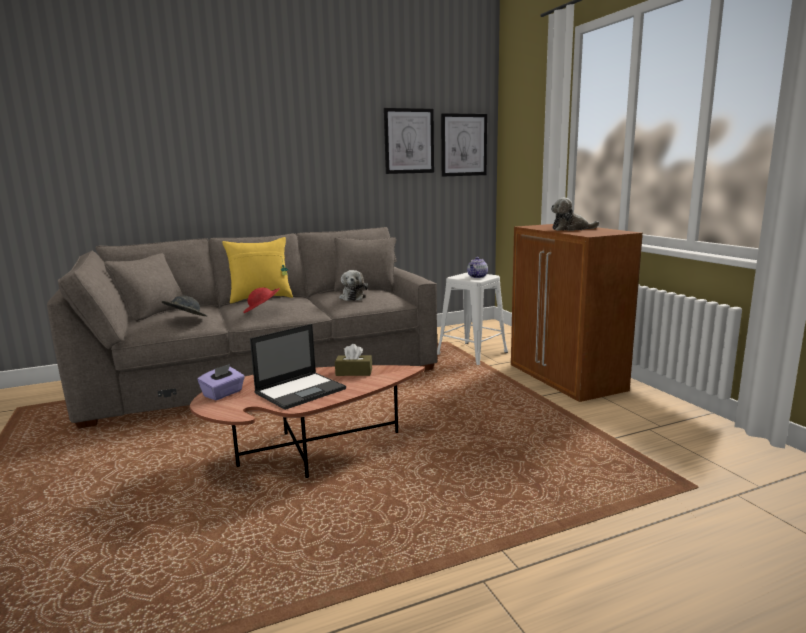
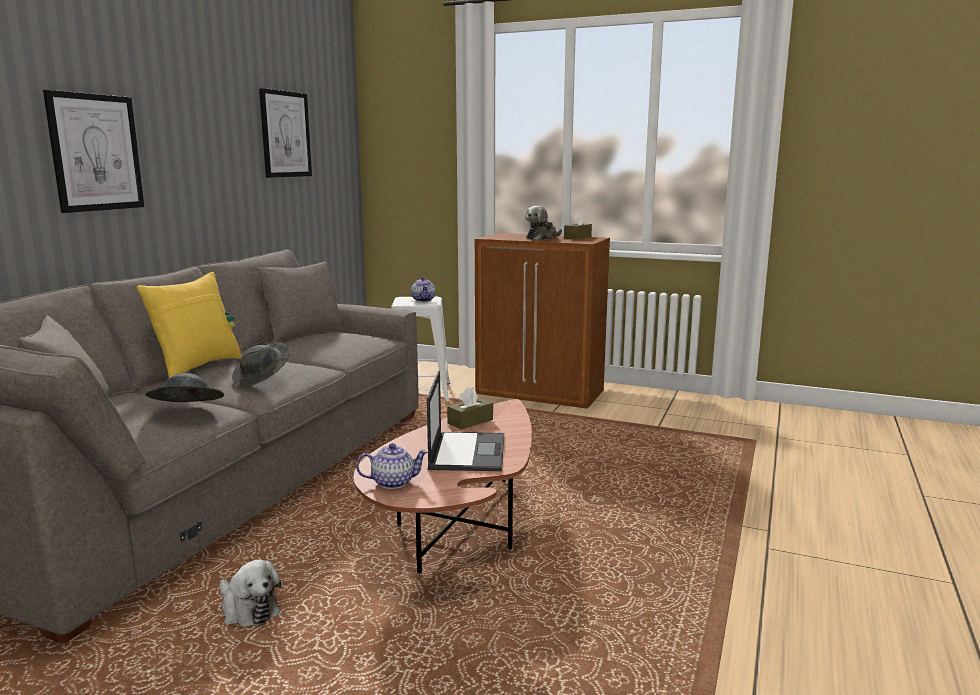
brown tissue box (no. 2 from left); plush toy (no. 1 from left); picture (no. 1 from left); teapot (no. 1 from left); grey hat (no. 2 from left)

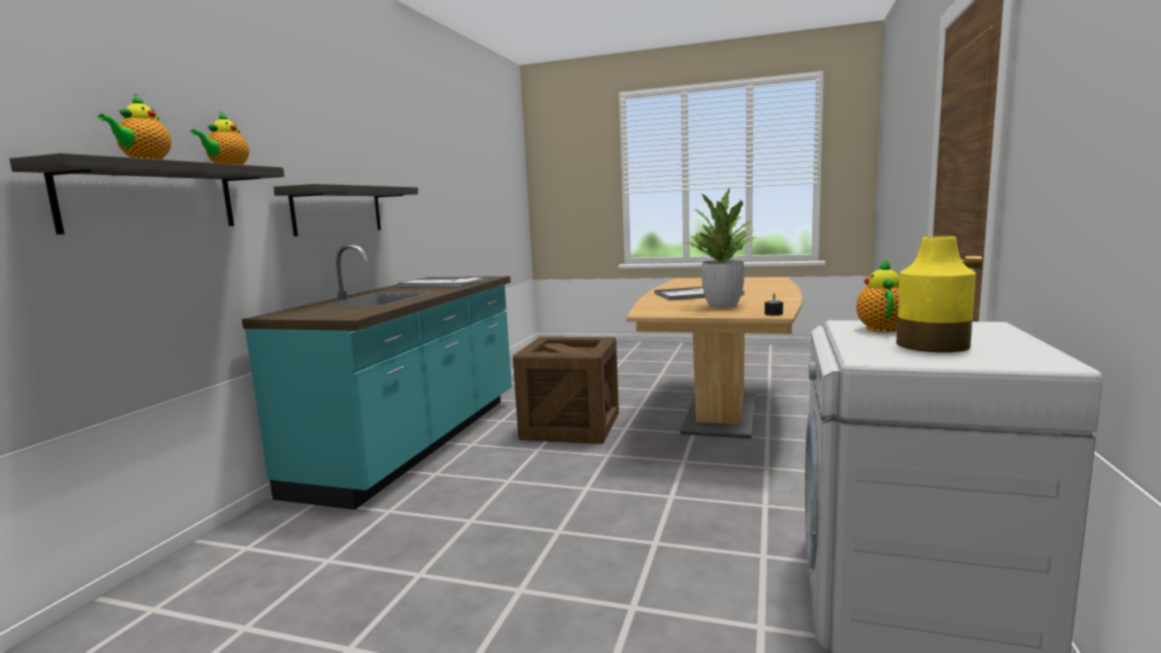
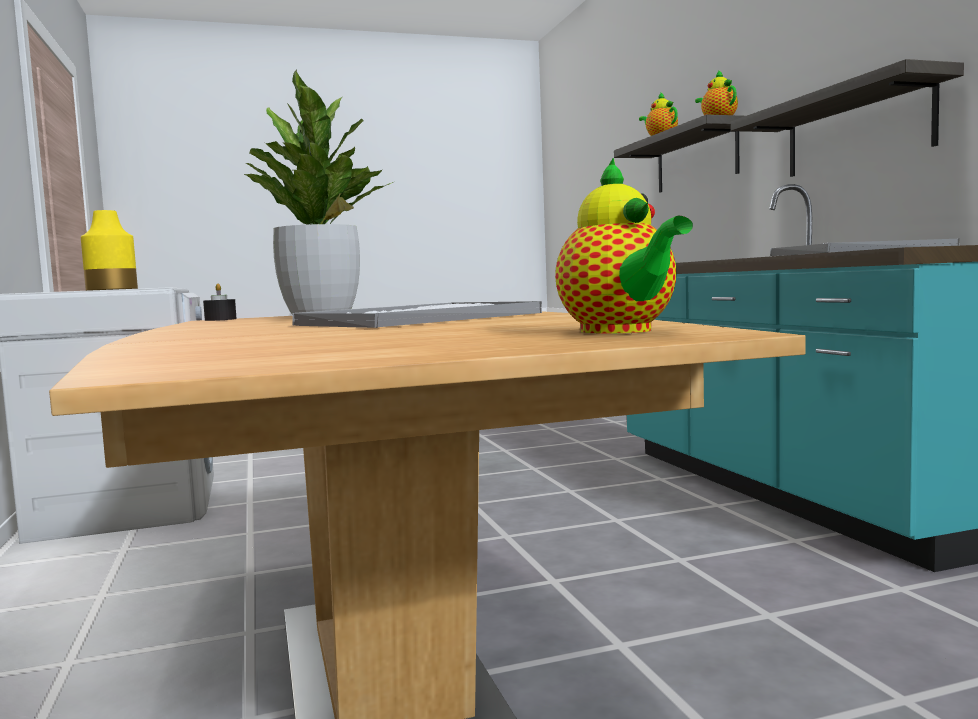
crate; teapot (no. 1 from left)

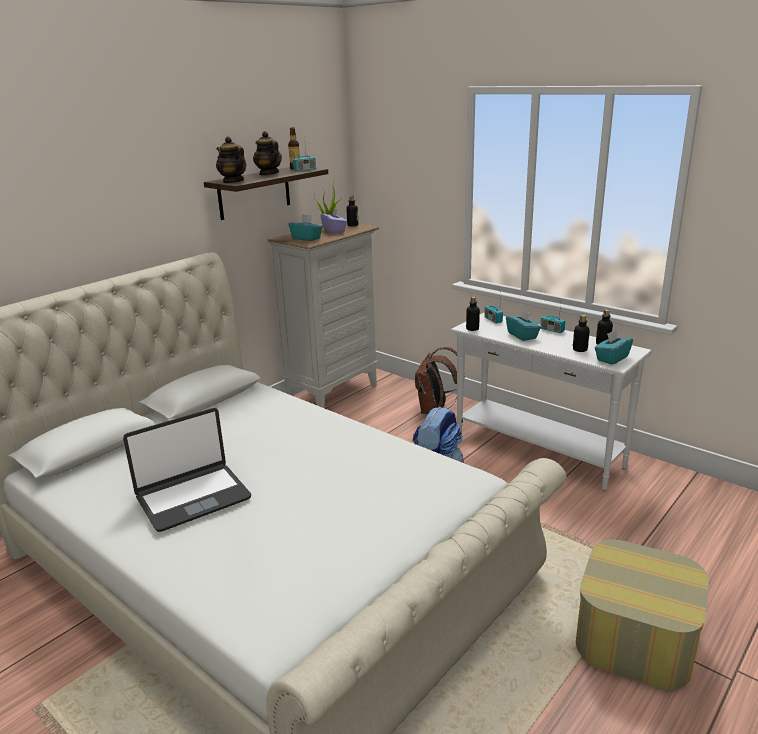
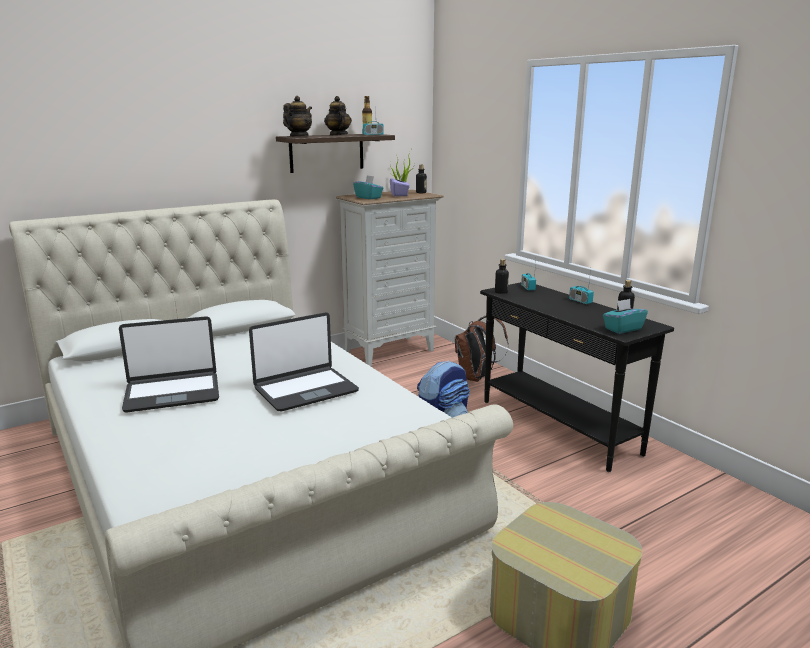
turquoise tissue box (no. 2 from left in the first image); bottle (no. 4 from left in the first image); laptop (no. 2 from left); black console table; teapot (no. 1 from left)

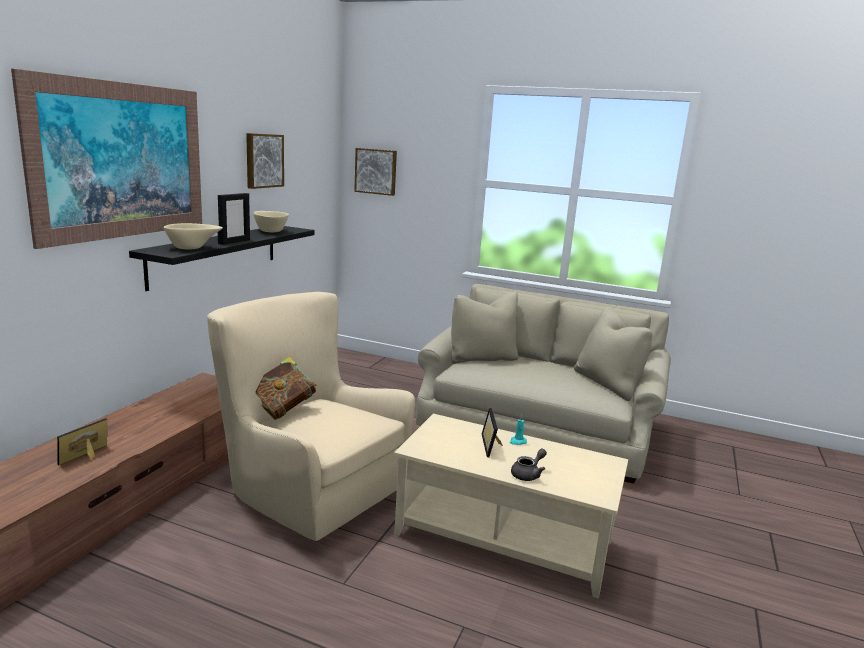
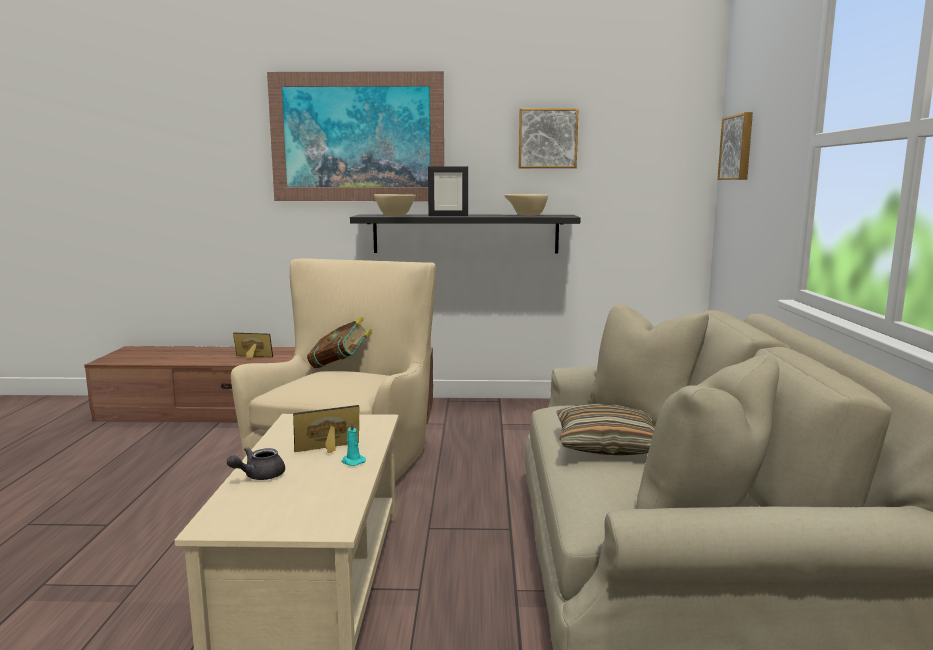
pillow; grey teapot

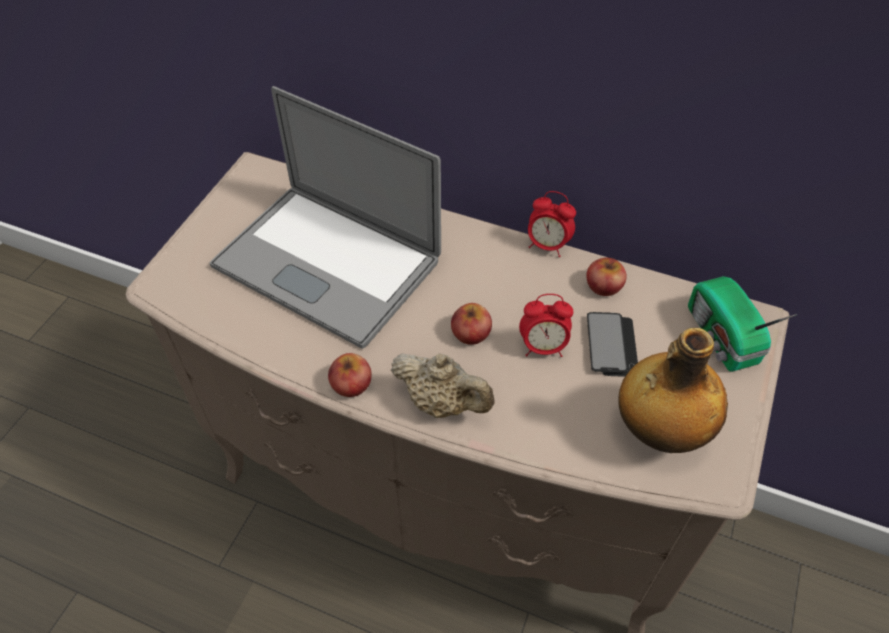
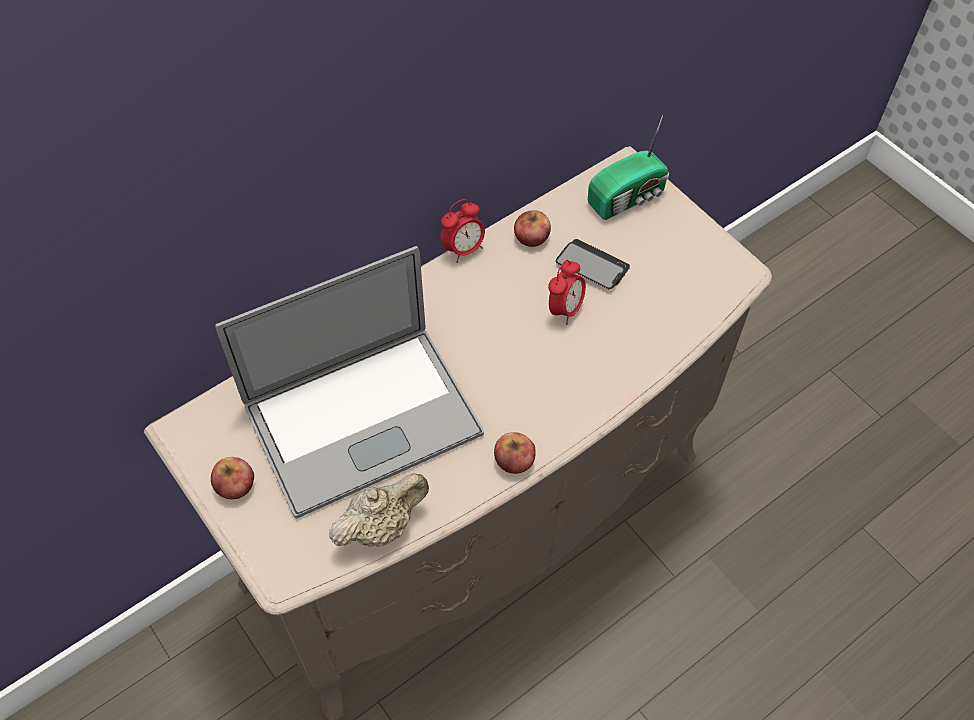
bottle; beige teapot; apple (no. 1 from left); radio

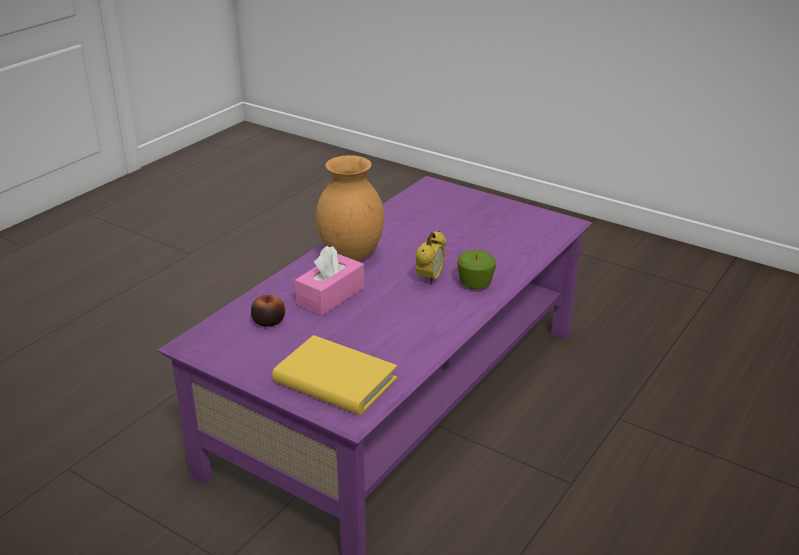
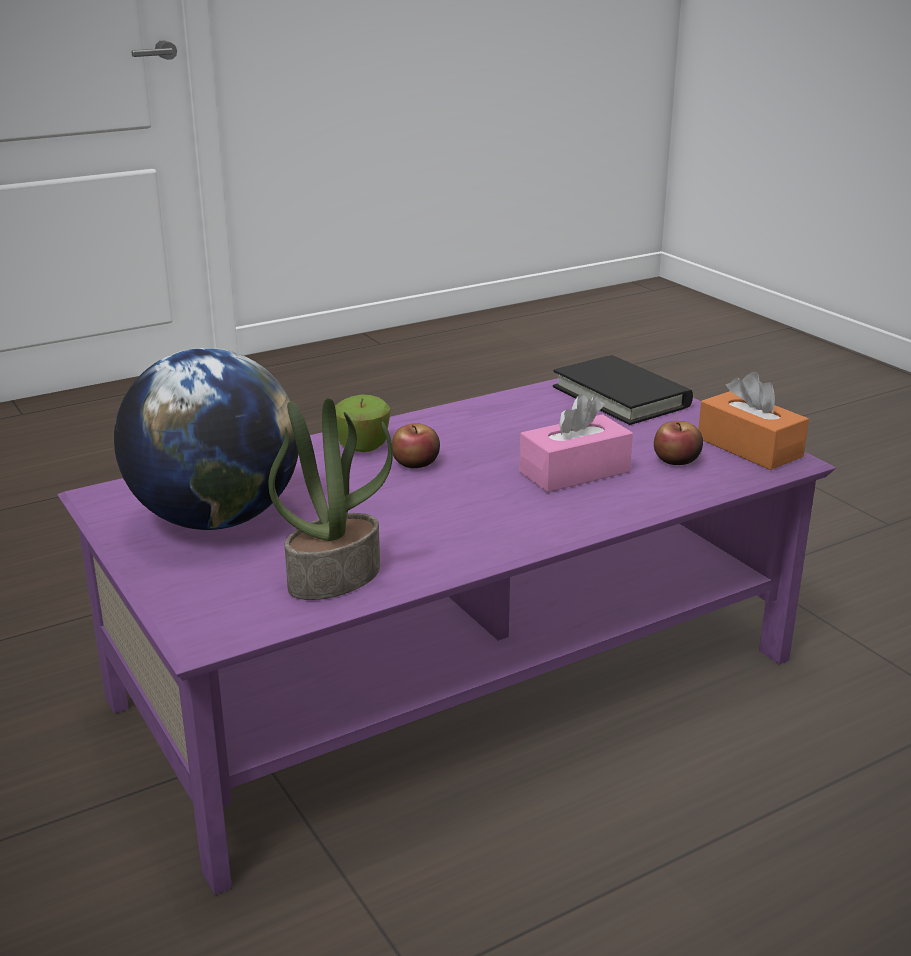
brown vase; globe; potted plant; orange tissue box; apple (no. 2 from left); black book

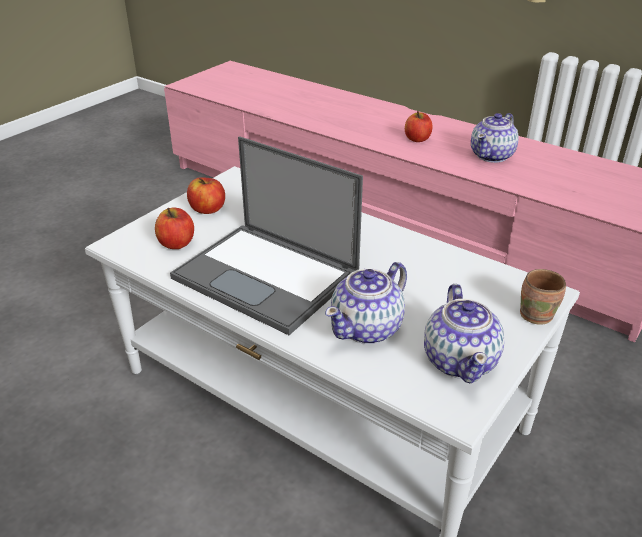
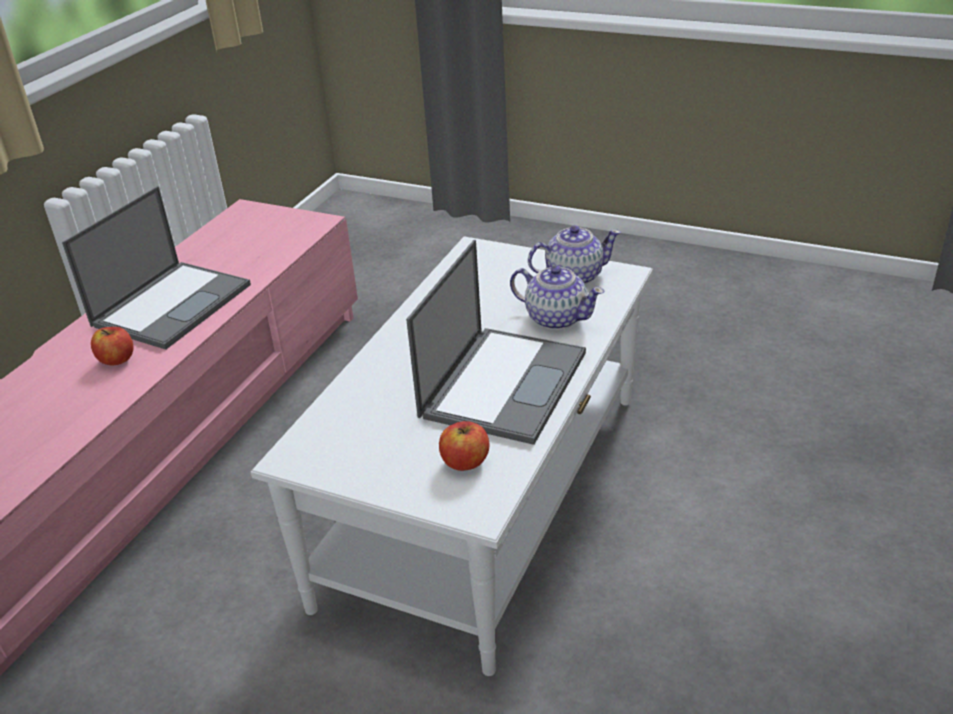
apple (no. 2 from left in the first image); brown mug; laptop (no. 1 from left)

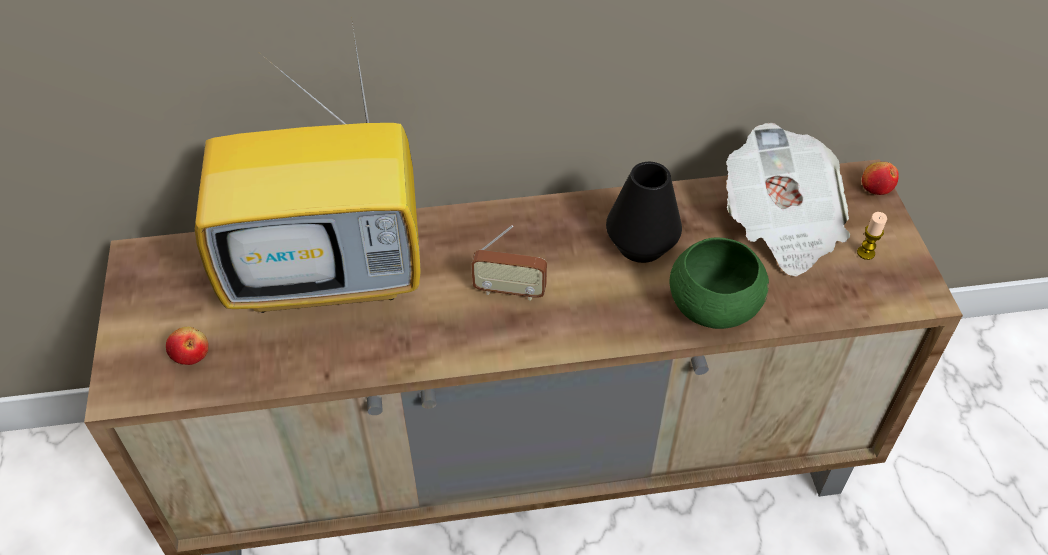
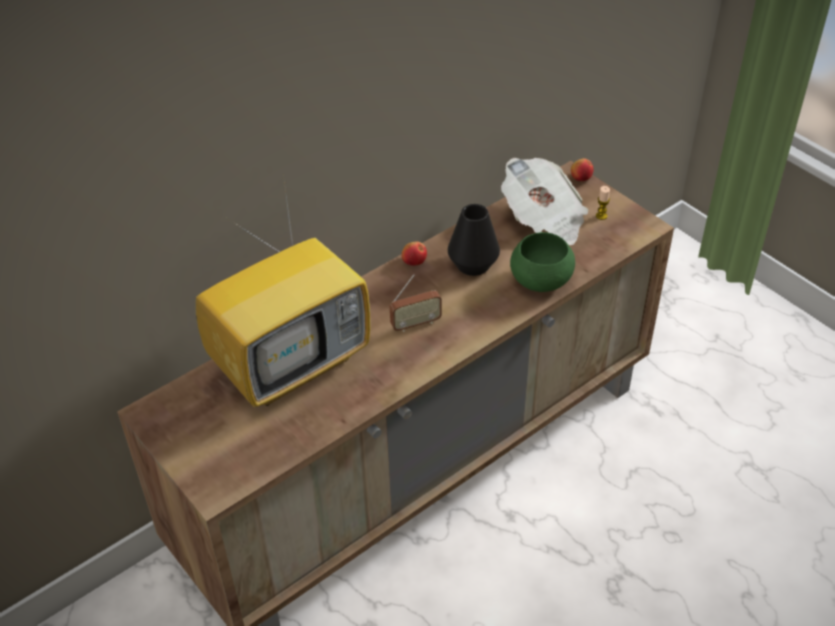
apple (no. 1 from left)

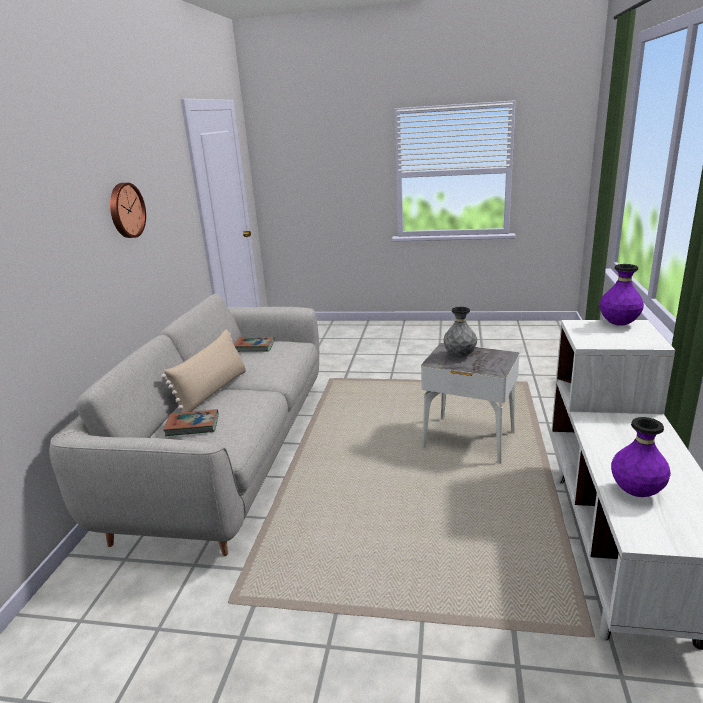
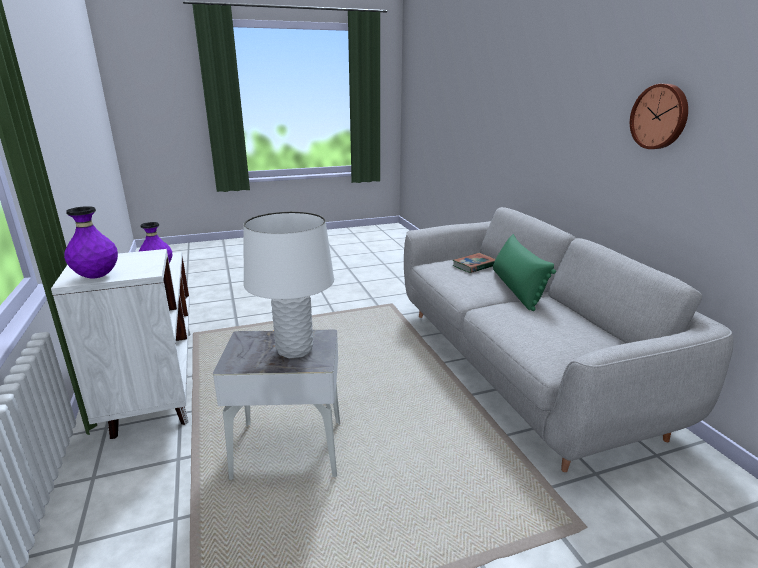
book (no. 2 from left in the first image); white table lamp; green pillow

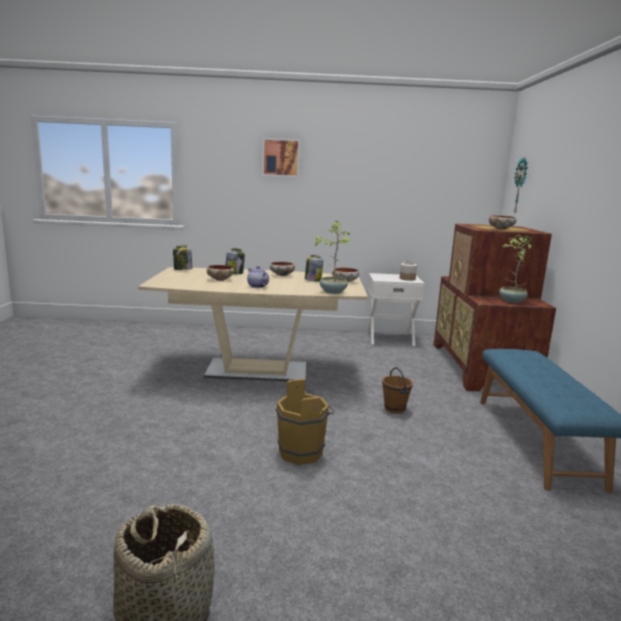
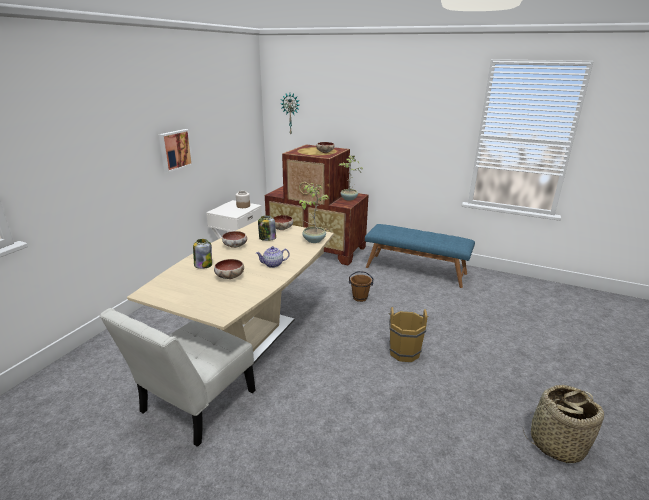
jar (no. 1 from left in the first image); white chair; picture

